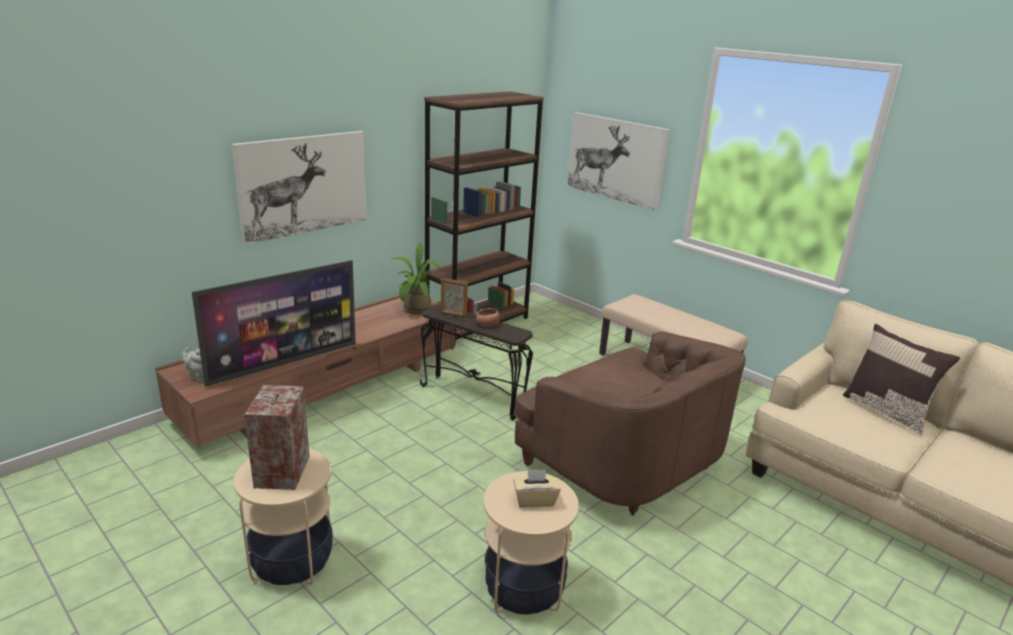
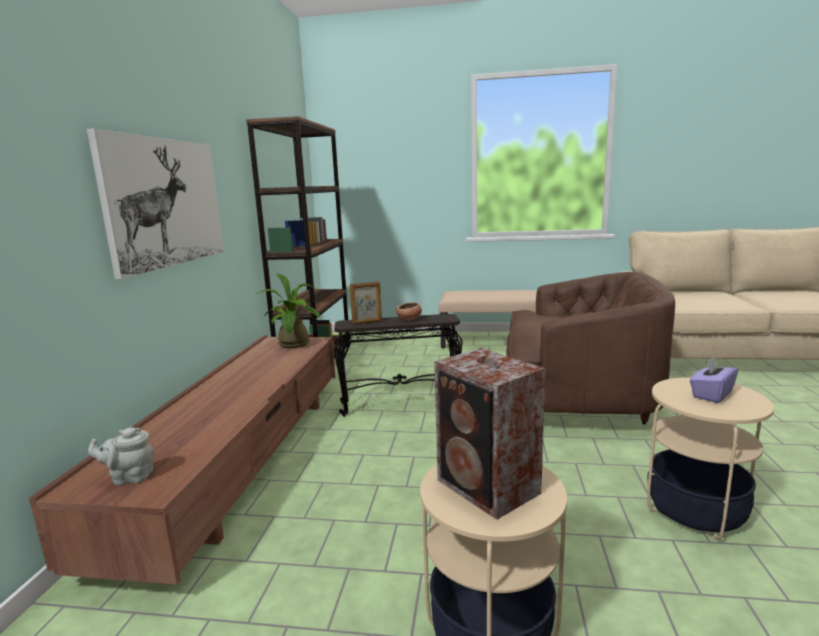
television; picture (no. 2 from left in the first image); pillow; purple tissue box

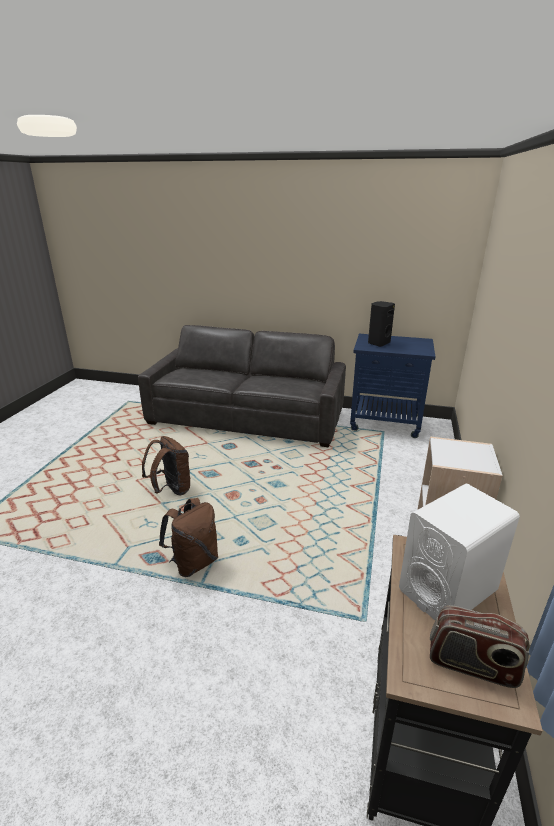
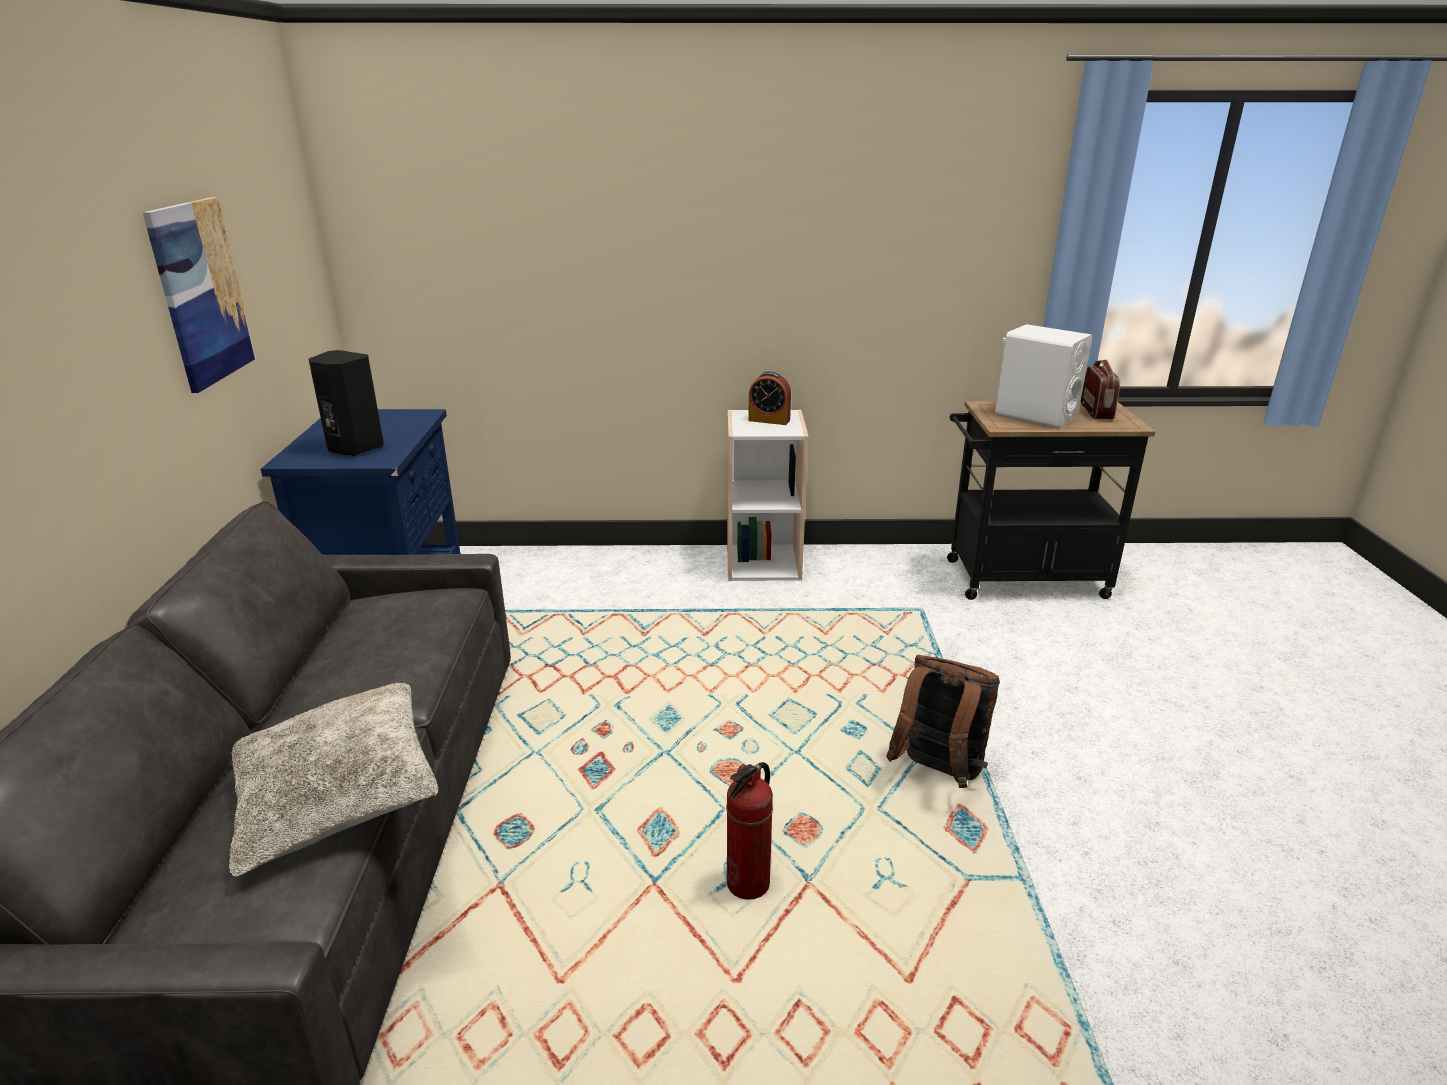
picture; beige pillow; alarm clock; fire extinguisher

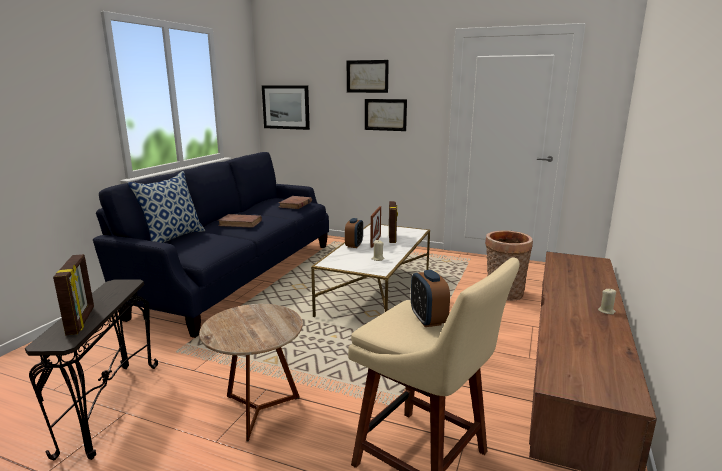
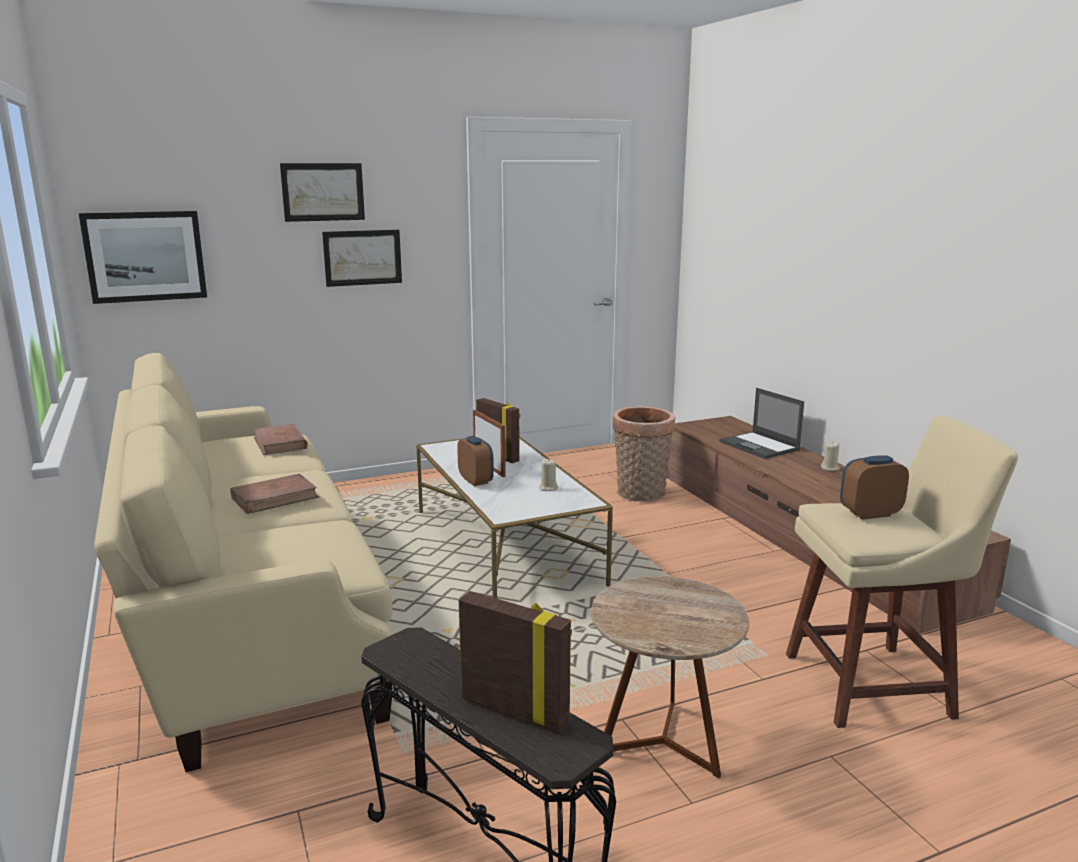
pillow; laptop; beige sofa; alarm clock (no. 2 from left)

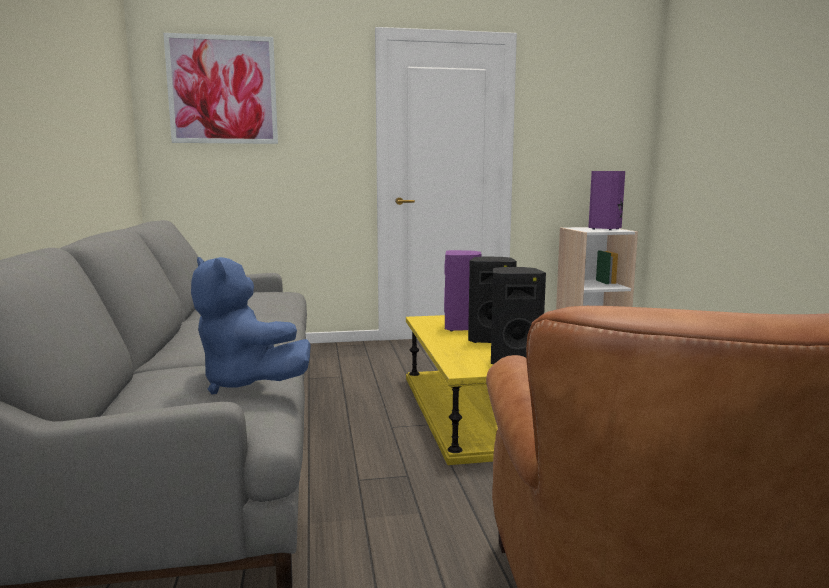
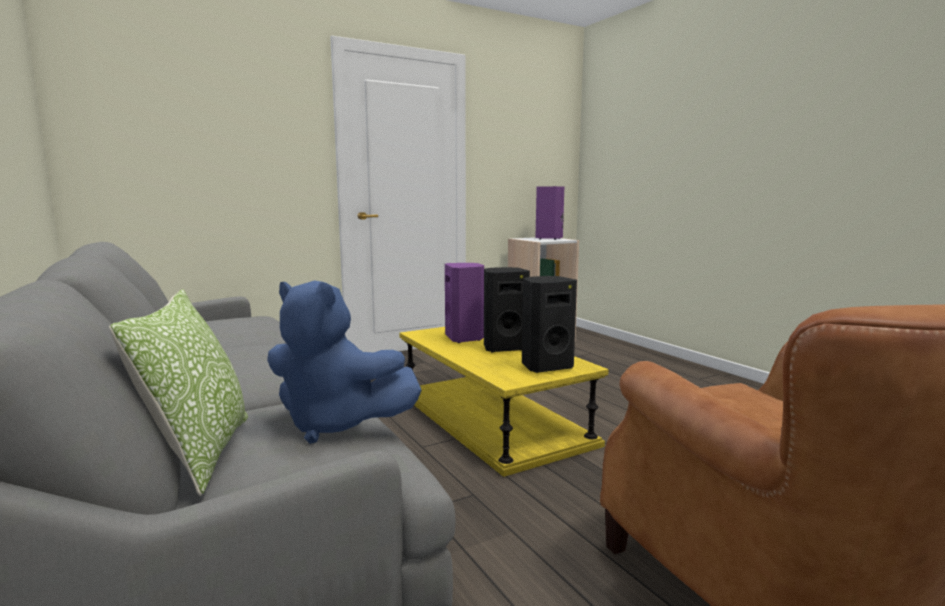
picture; pillow

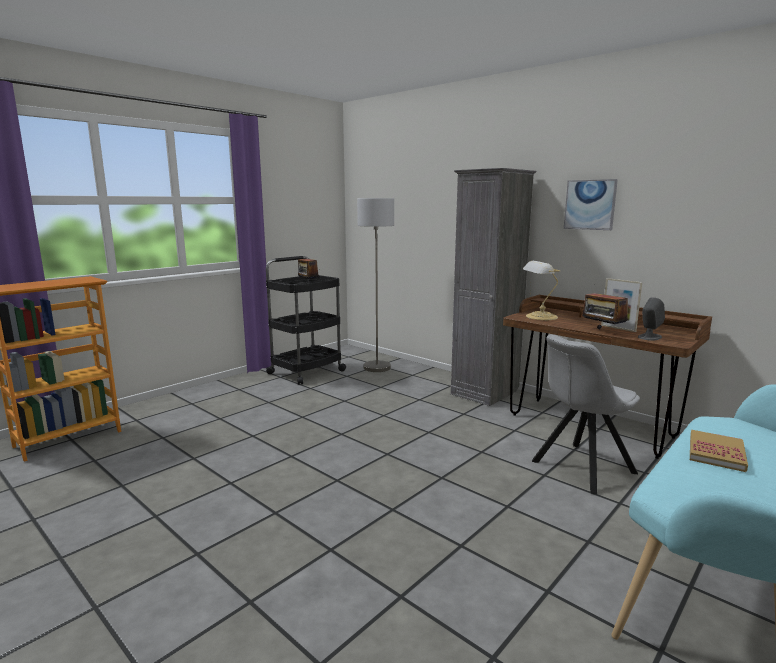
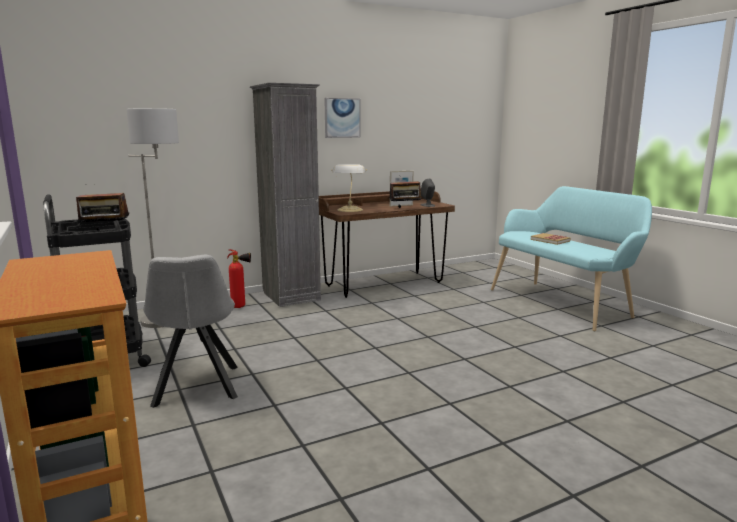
fire extinguisher; grey chair

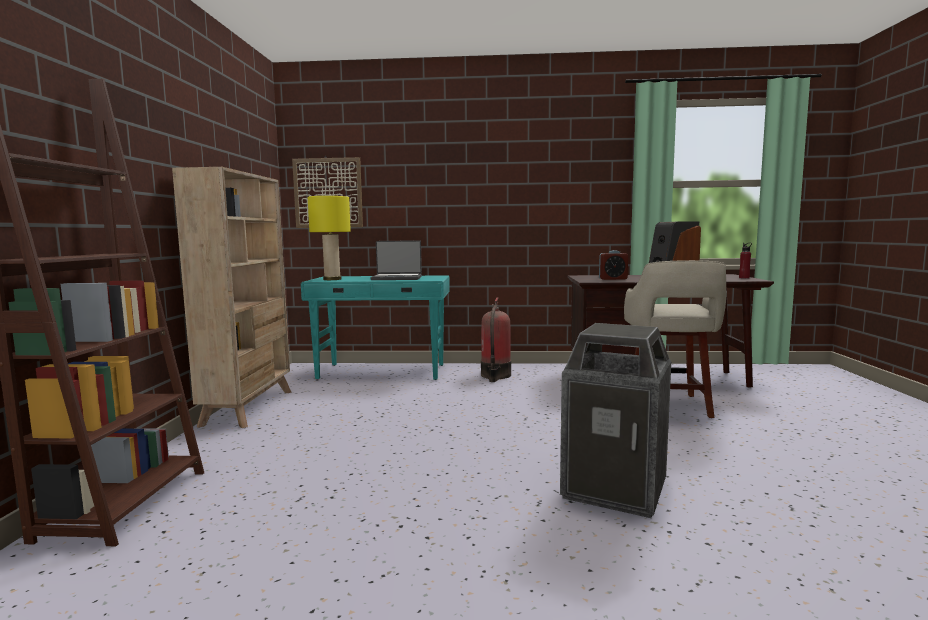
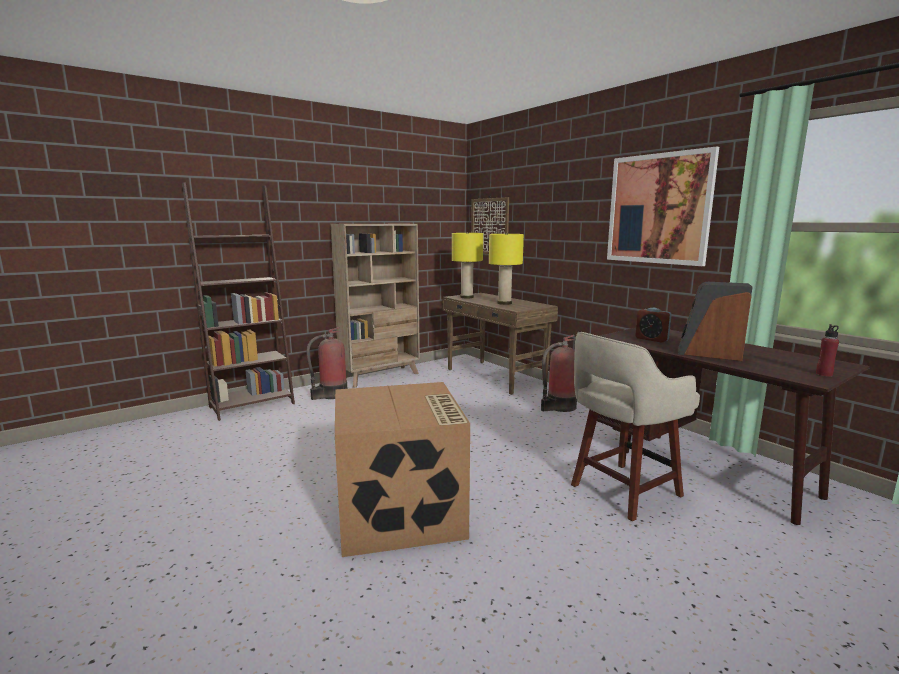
fire extinguisher (no. 1 from left); picture (no. 2 from left); yellow table lamp (no. 2 from left); cardboard box; brown console table

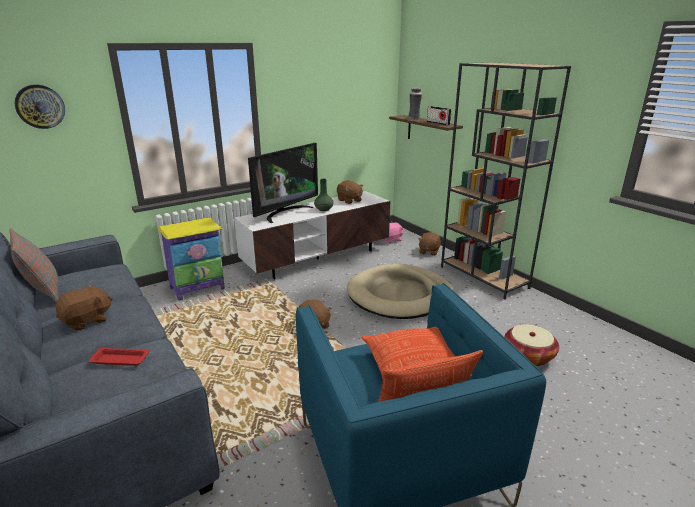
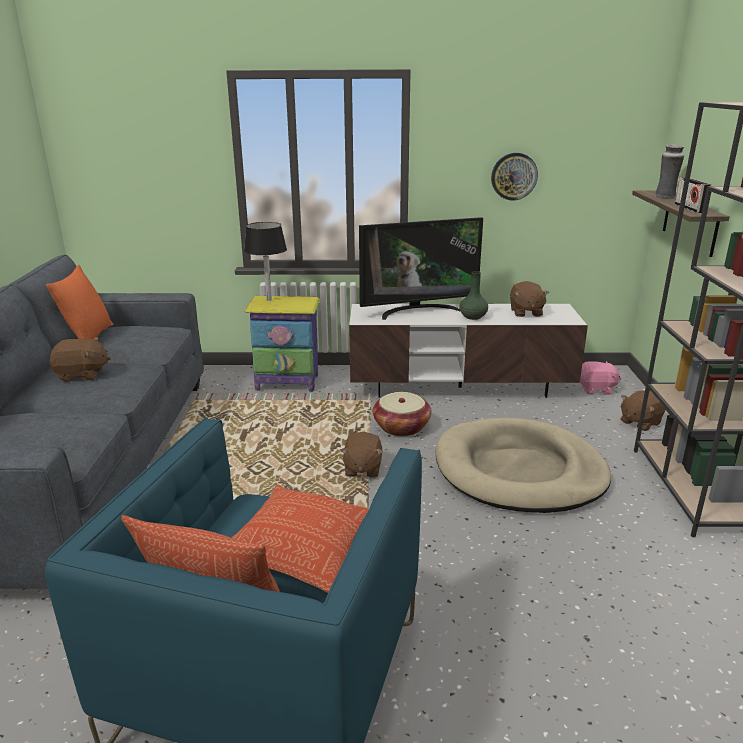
red tray; black table lamp; wall clock; basket; orange pillow (no. 1 from left)

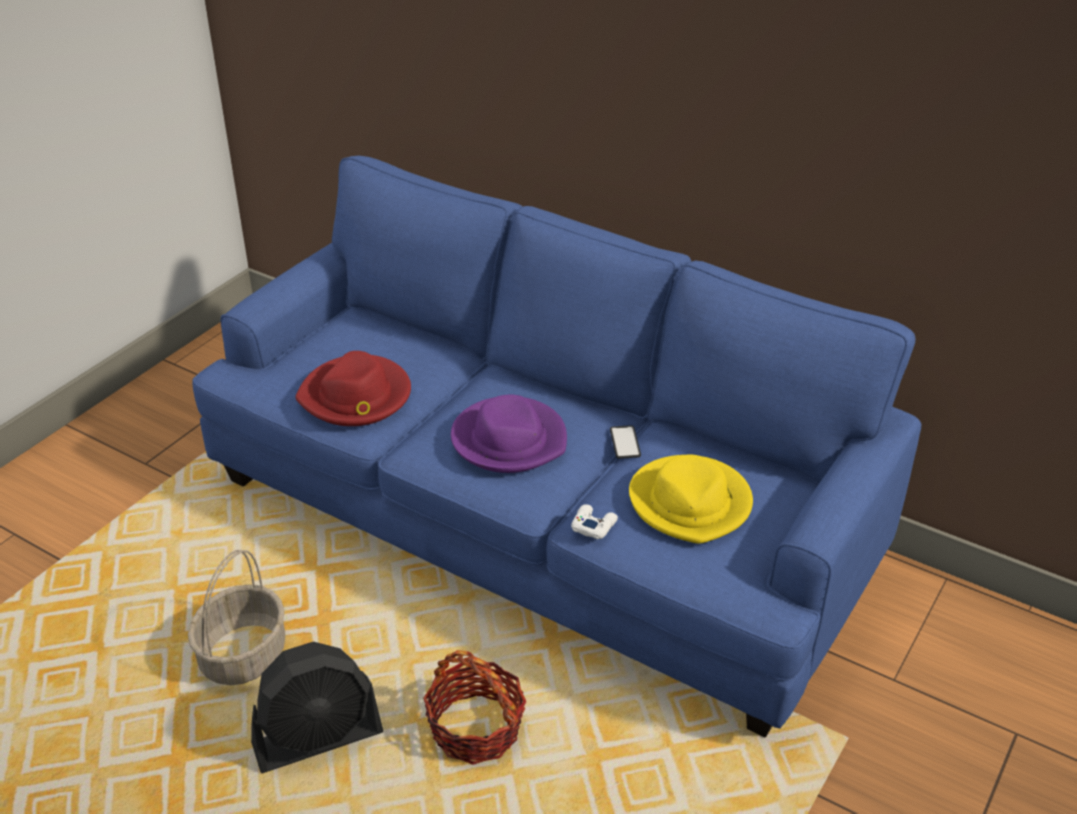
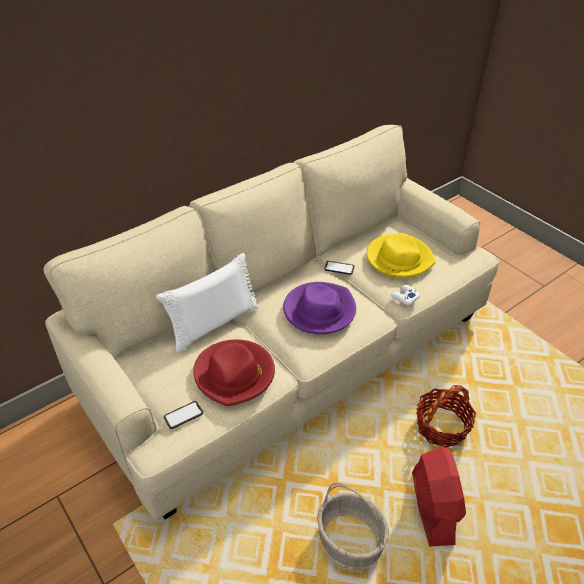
white pillow; phone (no. 1 from left); beige sofa; red fan

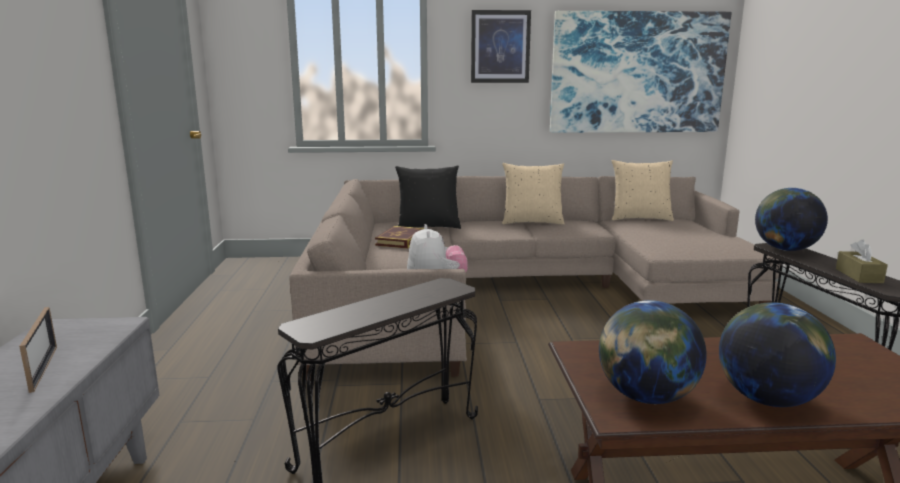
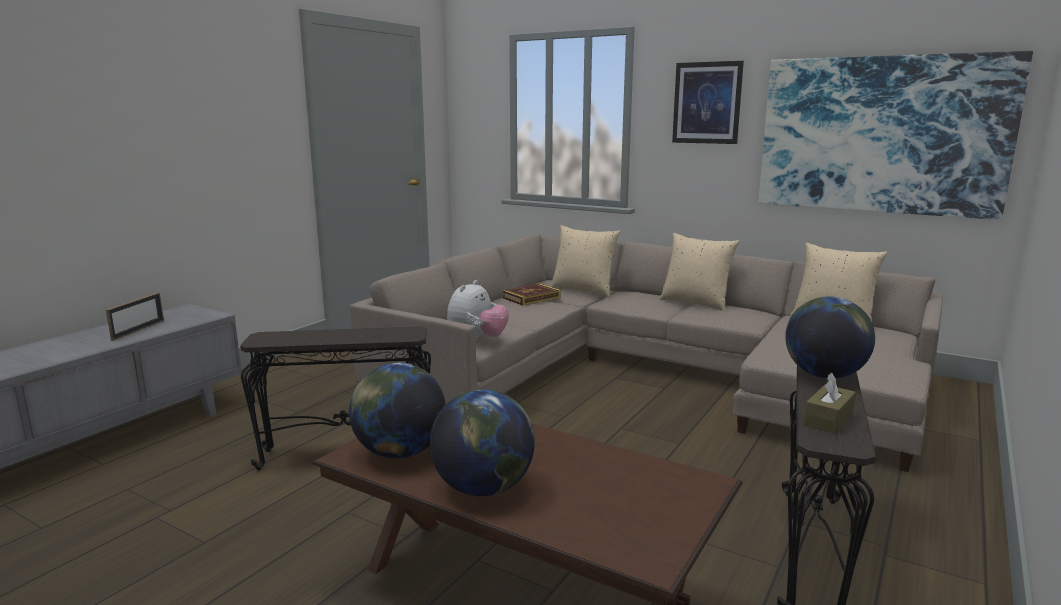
beige pillow (no. 1 from left)

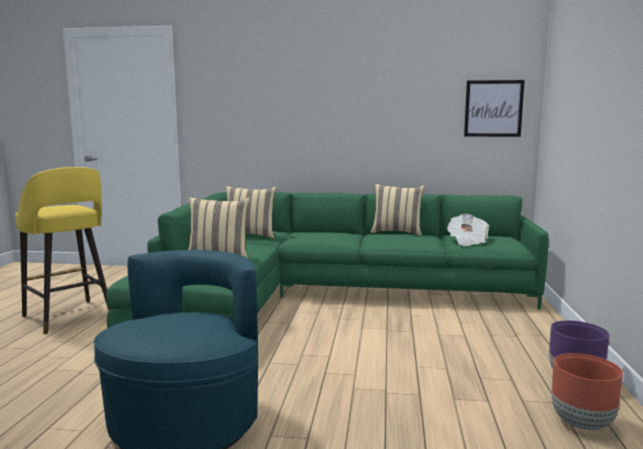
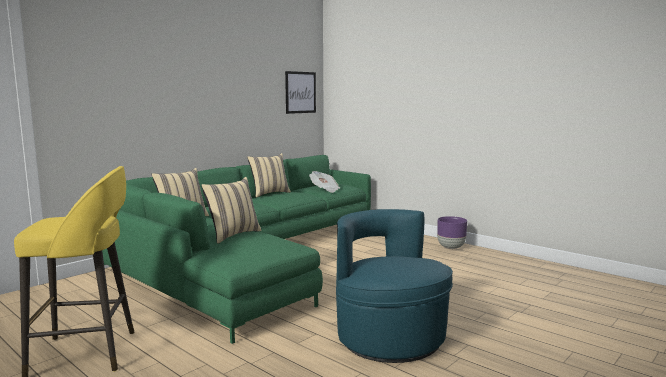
brown planter

